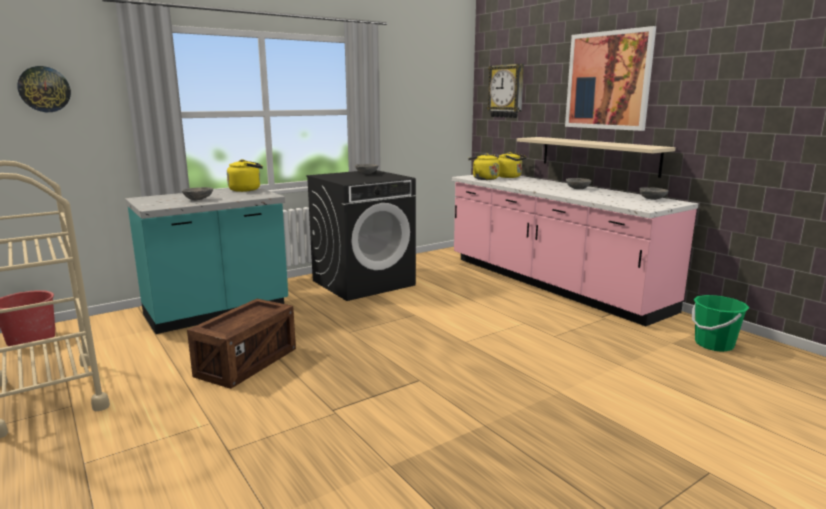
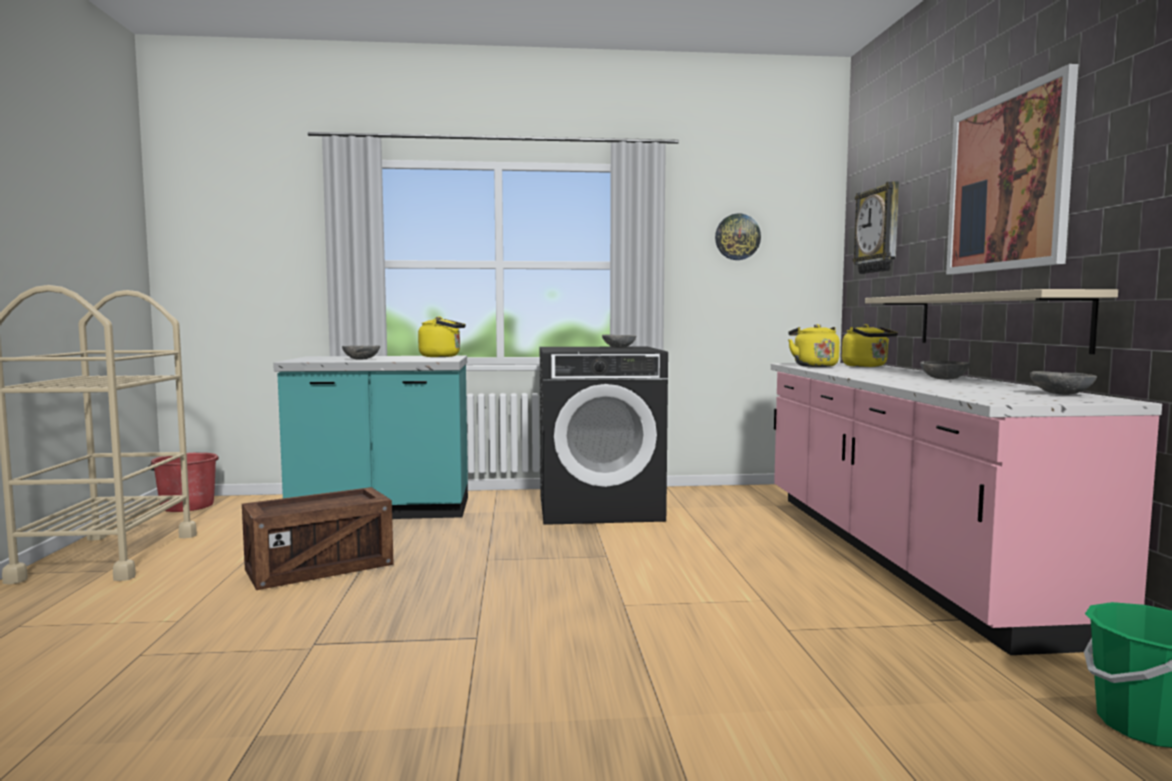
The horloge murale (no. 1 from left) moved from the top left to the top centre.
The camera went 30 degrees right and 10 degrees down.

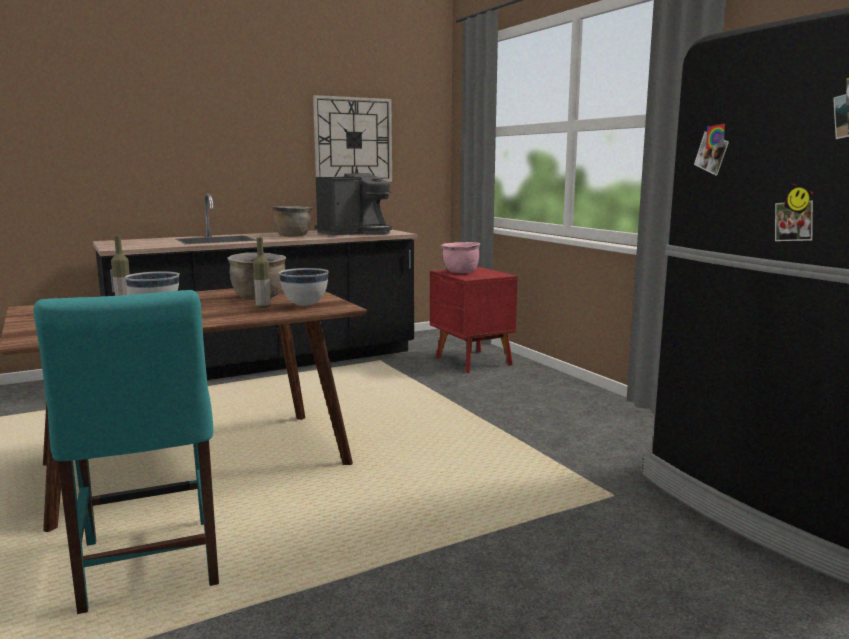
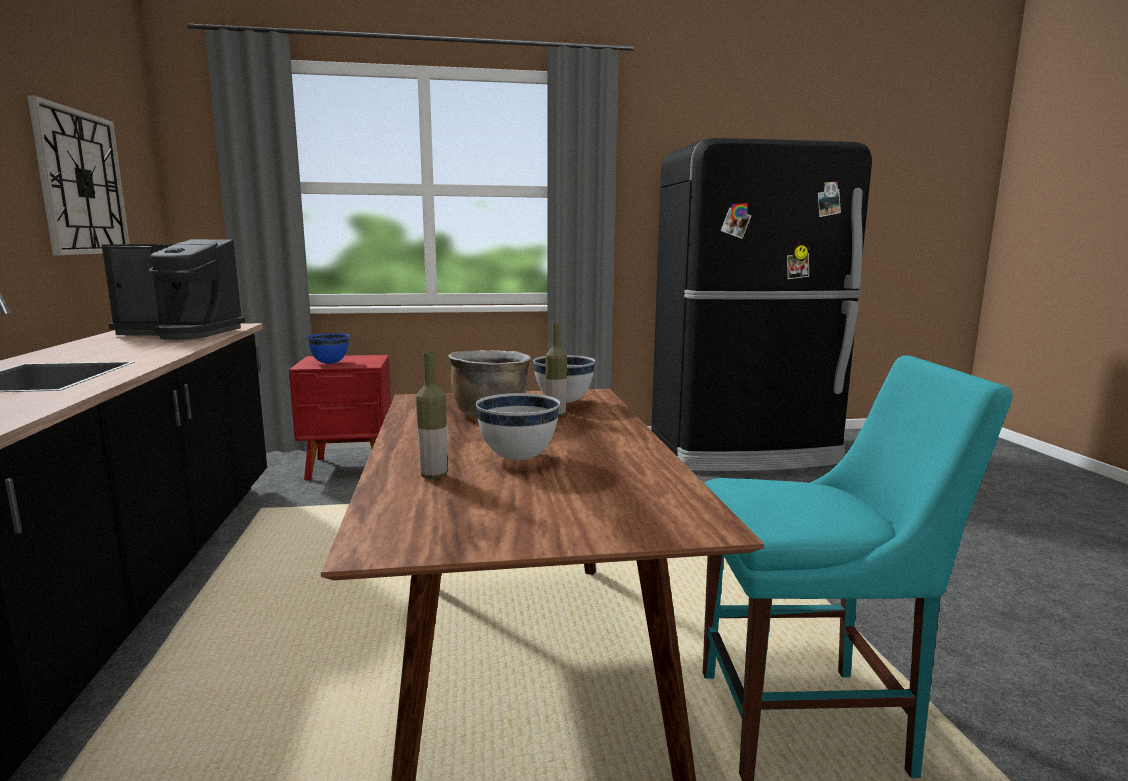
The machine à café at the top centre turned 105 degrees clockwise.
The marmite (rose) at the centre was replaced by the bol (bleu) at the middle left.
The marmite (marron) (no. 2 from left) at the centre disappeared.
The camera went 70 degrees left and 0 degrees up.

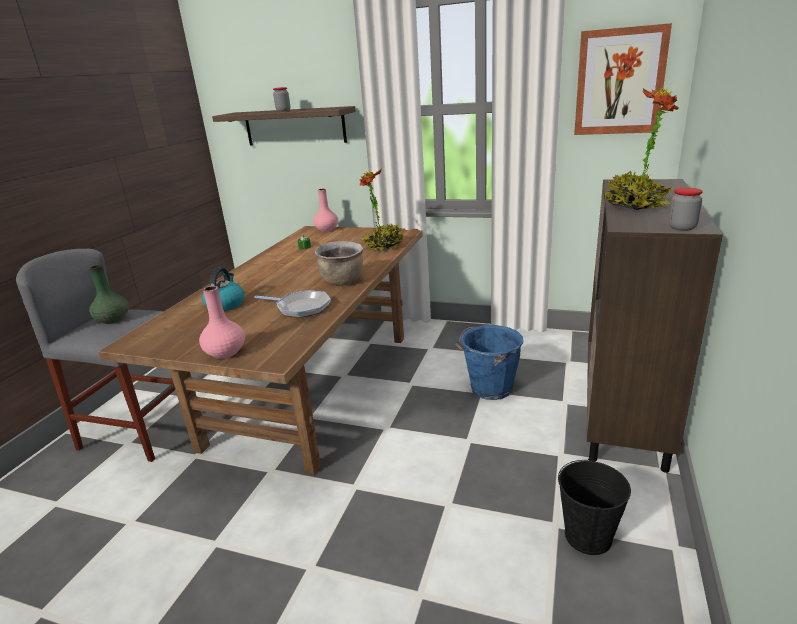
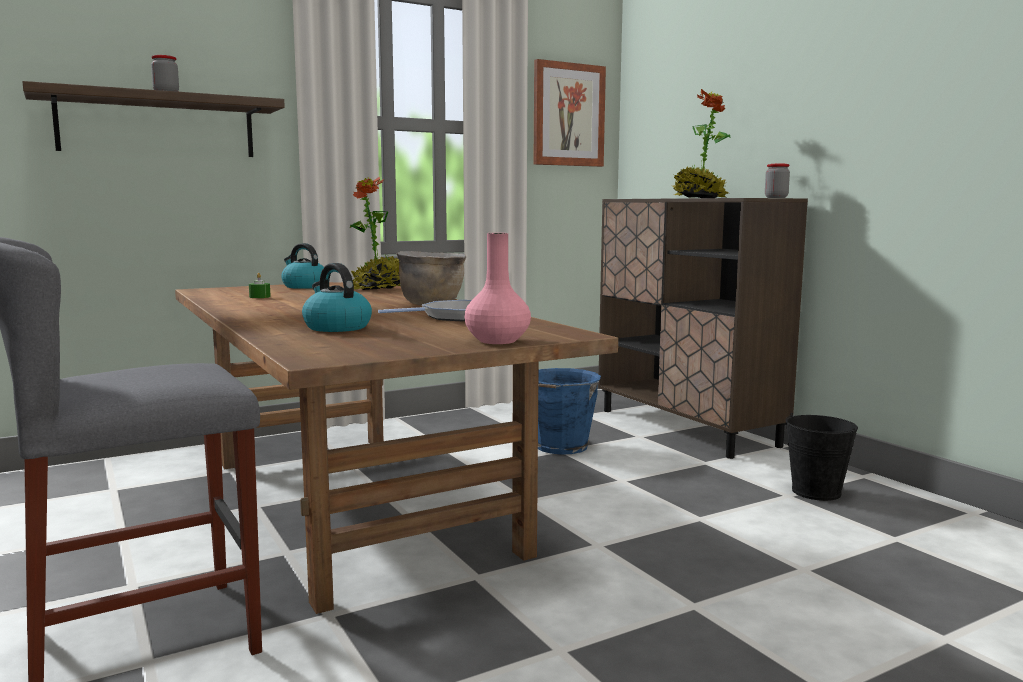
The bouilloire (no. 1 from left) at the middle left appeared.
The vase (vert) at the middle left disappeared.
The vase (rose) (no. 2 from left) at the centre disappeared.
The camera went 50 degrees left and 15 degrees down.

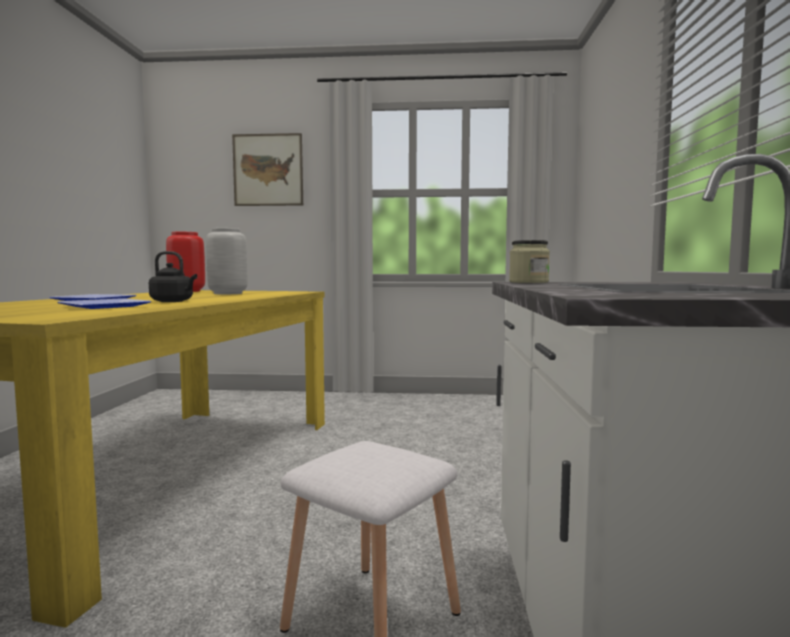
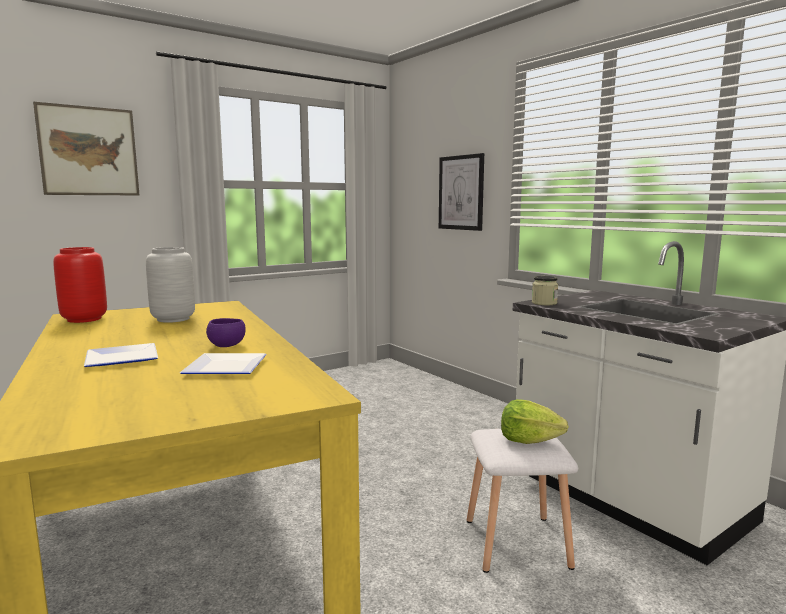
The bouilloire (noir) at the middle left was replaced by the bol (violet) at the middle left.
The tableau (no. 2 from left) at the top centre appeared.
The laitue at the bottom right appeared.
The camera went 40 degrees left and 5 degrees up.

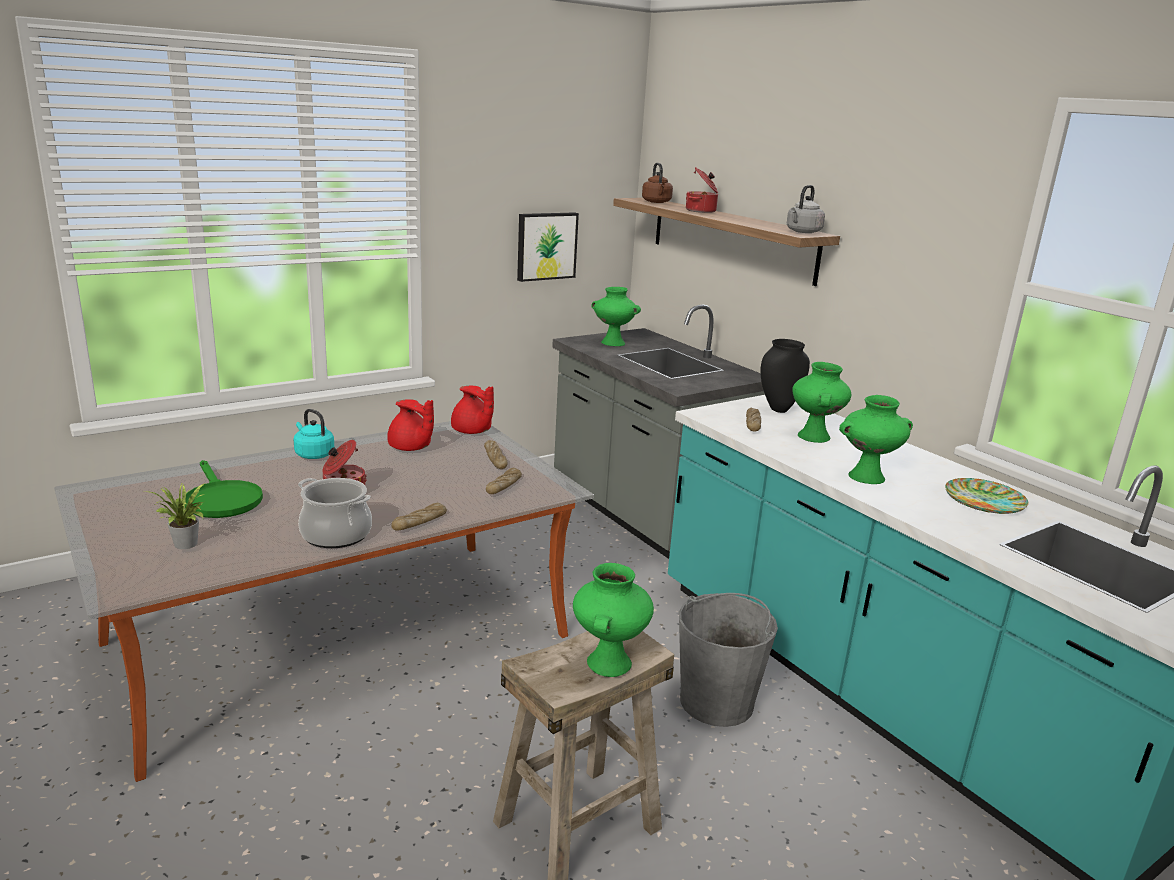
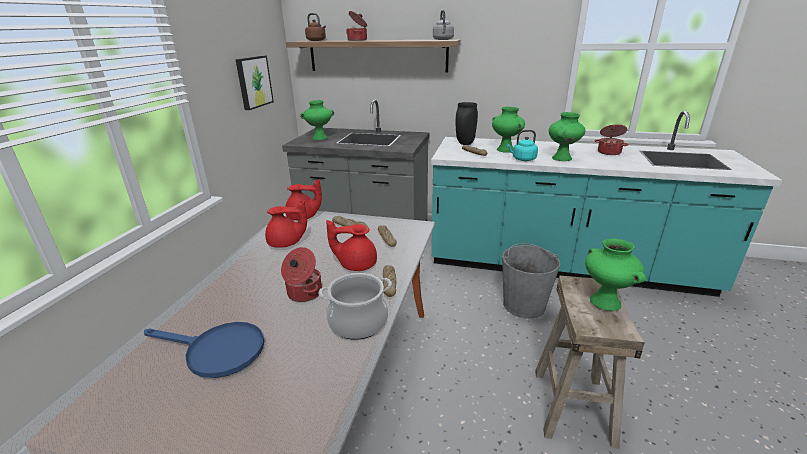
The poêle (vert) at the middle left became the poêle (bleu) at the bottom left.
The théière (rouge) (no. 3 from left) at the centre appeared.
The bouilloire (turquoise) moved from the middle left to the top centre.
The assiette at the middle right was replaced by the marmite (no. 4 from left) at the top right.
The plante en pot at the middle left disappeared.
The camera went 40 degrees left and 5 degrees up.

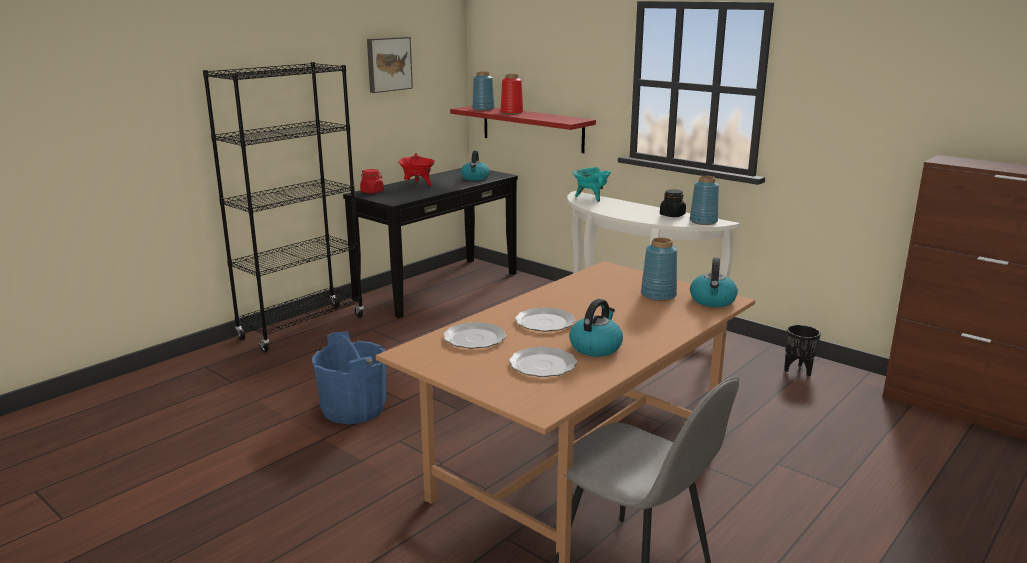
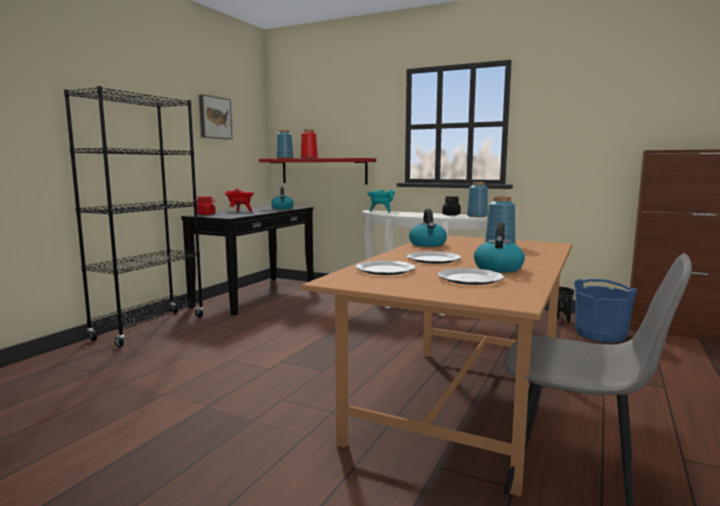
The bouilloire (no. 3 from left in the first image) moved from the middle right to the centre.
The seau (bleu) moved from the bottom centre to the middle right.
The camera went 15 degrees left and 10 degrees down.

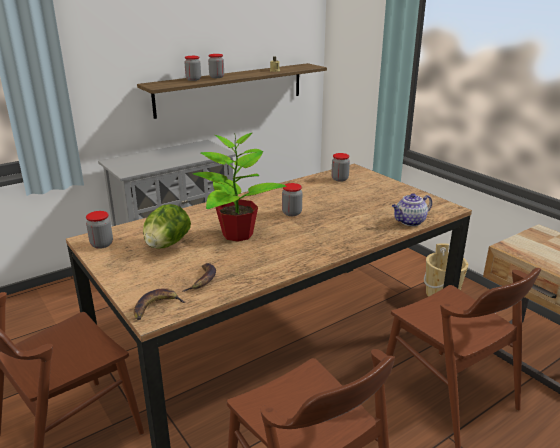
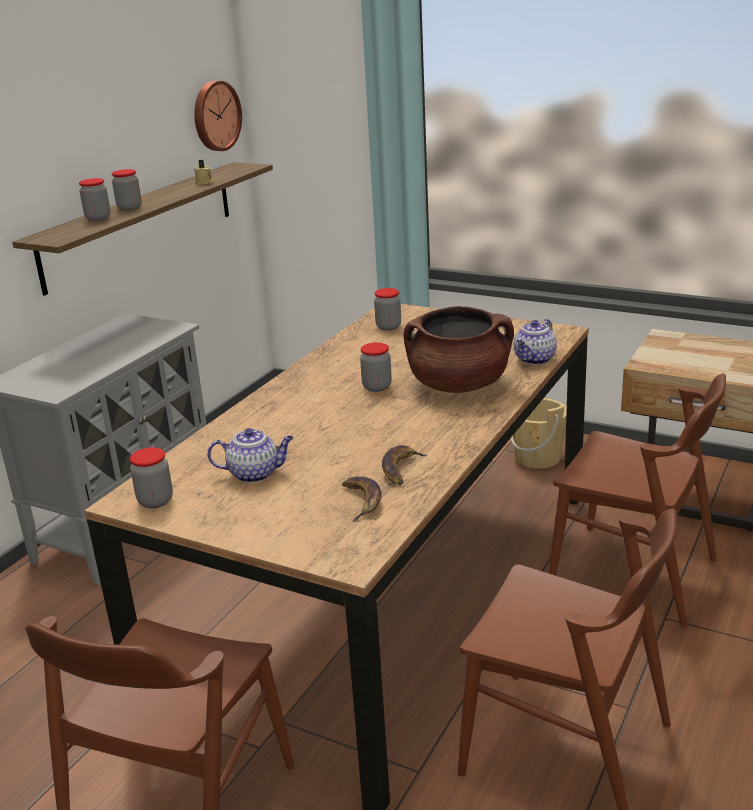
The horloge murale at the top left appeared.
The laitue at the middle left was replaced by the théière (no. 1 from left) at the middle left.
The banane (no. 1 from left in the first image) moved from the bottom left to the centre.
The marmite (marron) at the centre appeared.
The plante en pot at the centre disappeared.
The camera went 25 degrees left and 0 degrees up.

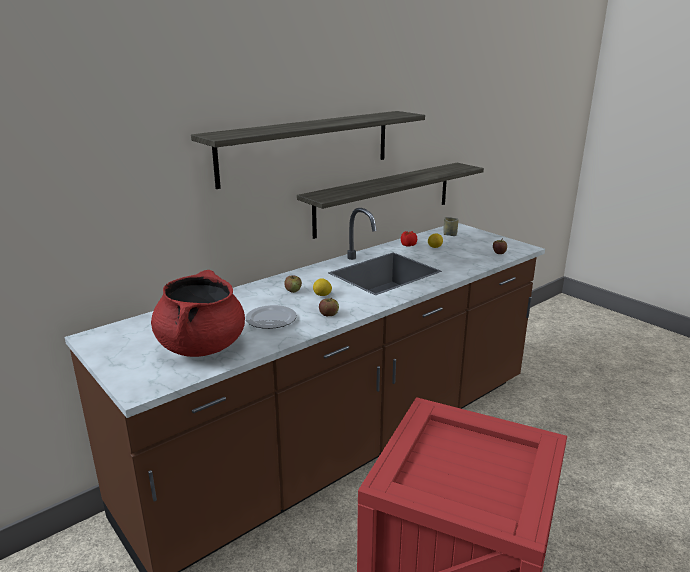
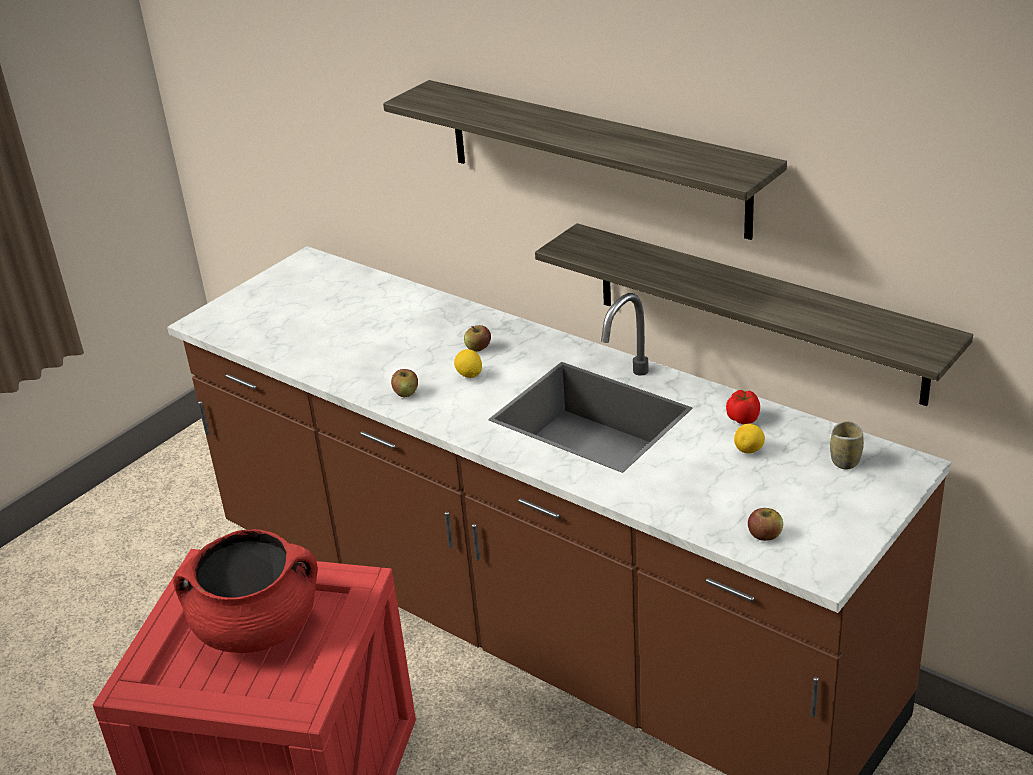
The marmite (rouge) moved from the middle left to the bottom left.
The assiette at the centre disappeared.
The camera went 80 degrees right and 10 degrees up.

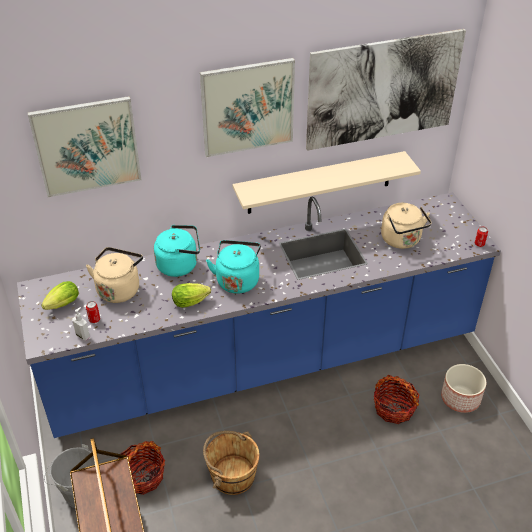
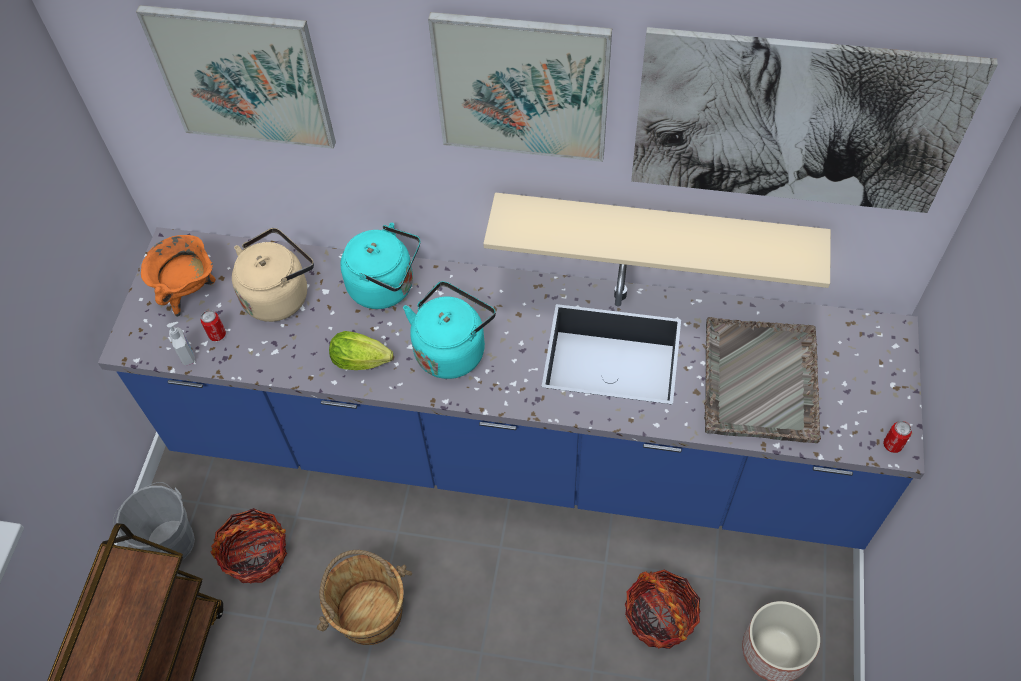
The laitue (no. 1 from left) at the middle left was replaced by the marmite (orange) at the middle left.
The bouilloire (beige) (no. 2 from left) at the middle right was replaced by the plateau (gris) at the middle right.
The camera went 30 degrees right and 15 degrees up.

